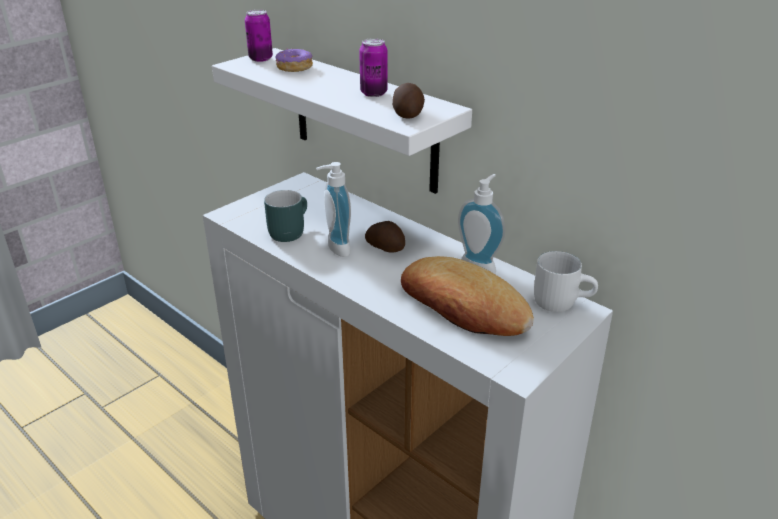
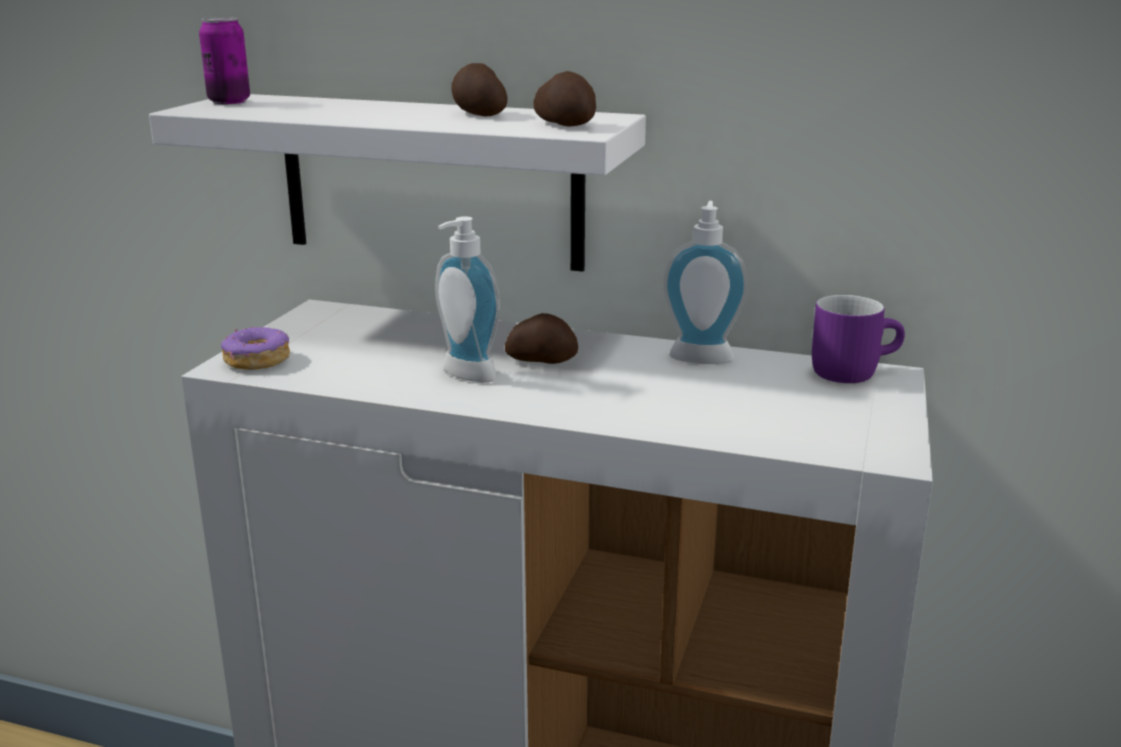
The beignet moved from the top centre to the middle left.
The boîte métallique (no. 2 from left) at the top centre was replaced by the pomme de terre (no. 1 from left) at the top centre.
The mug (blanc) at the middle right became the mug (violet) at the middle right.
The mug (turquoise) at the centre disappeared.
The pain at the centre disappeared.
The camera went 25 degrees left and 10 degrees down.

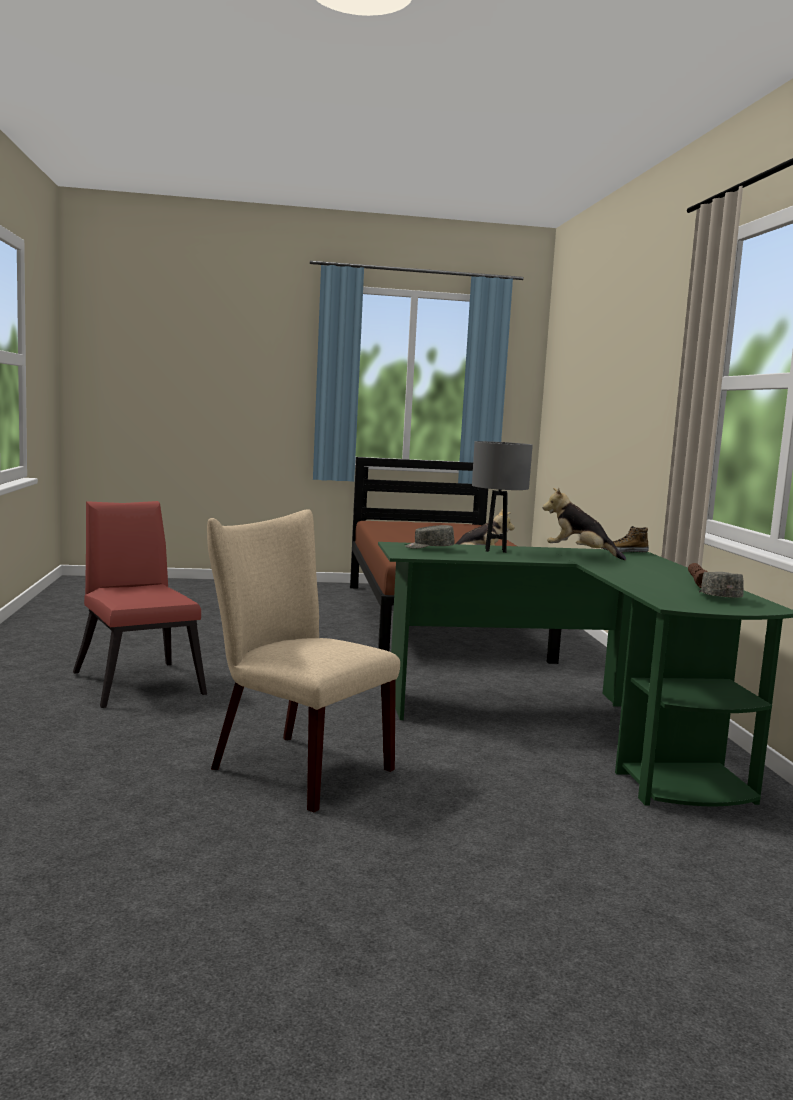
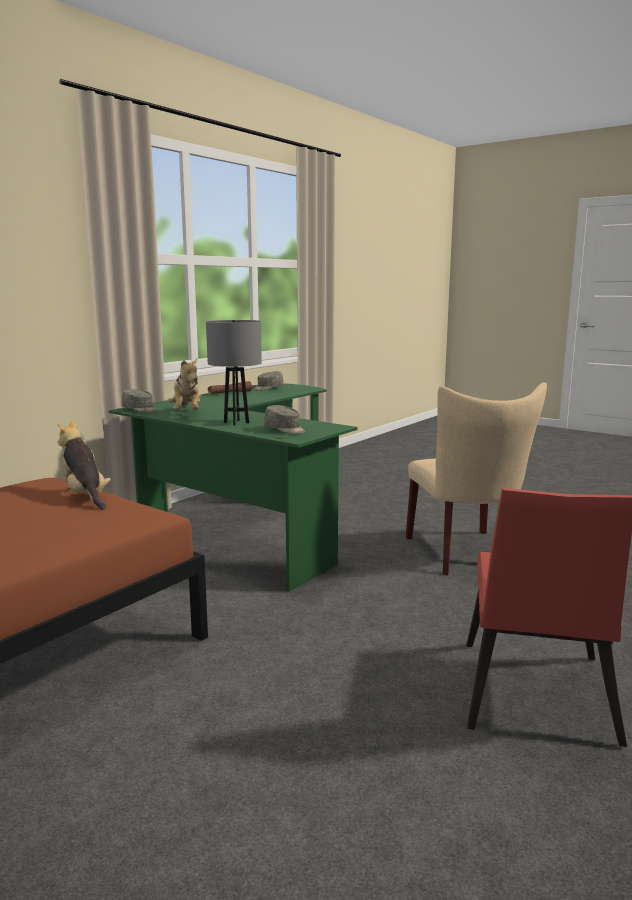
The chaussure at the middle right was replaced by the casquette (gris) (no. 1 from left) at the middle left.
The camera went 135 degrees left and 5 degrees up.

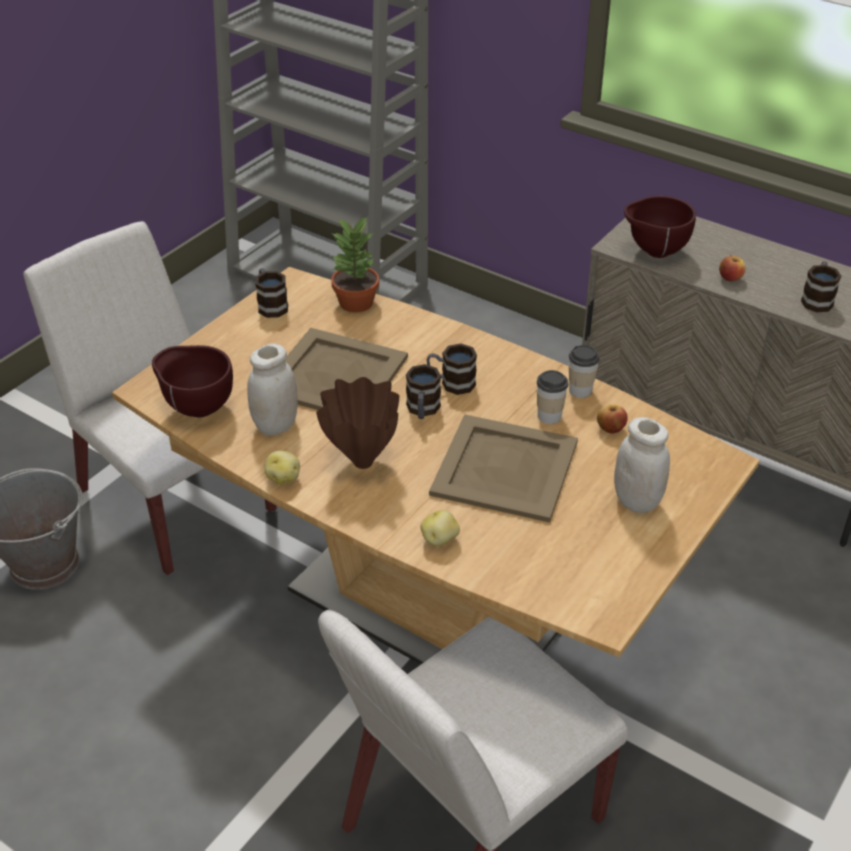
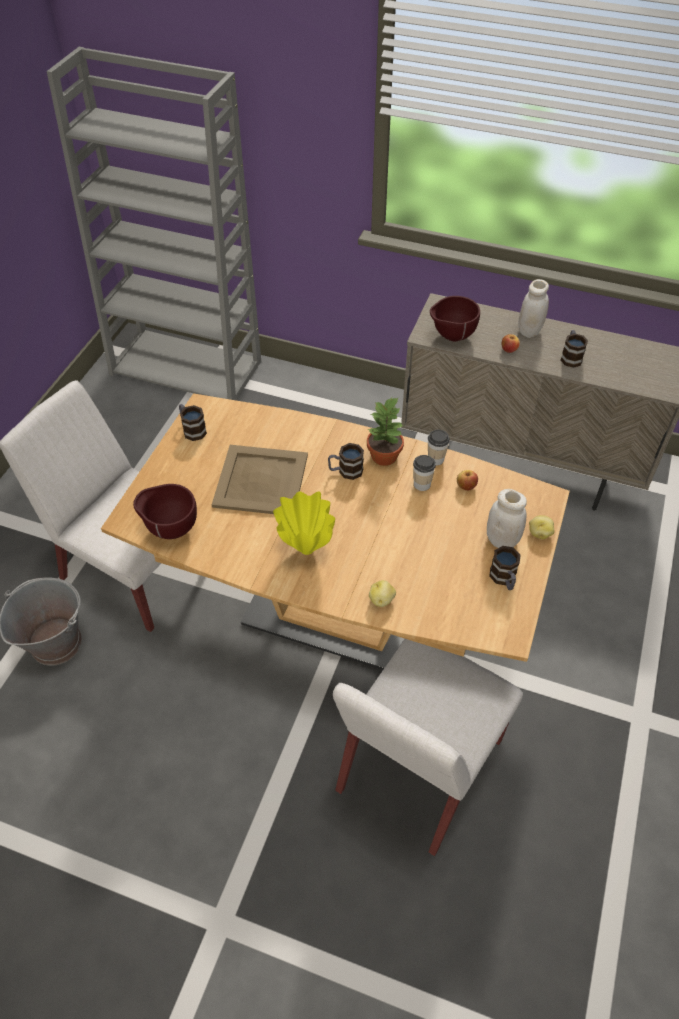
The vase (marron) at the centre became the vase (jaune) at the centre.
The plante en pot moved from the top centre to the centre.
The mug (no. 2 from left in the first image) moved from the centre to the middle right.
The bocal (blanc) (no. 1 from left in the first image) moved from the middle left to the top right.
The pomme de terre (no. 1 from left in the first image) moved from the middle left to the middle right.
The plateau (beige) (no. 2 from left) at the centre disappeared.
The camera went 15 degrees left and 10 degrees up.

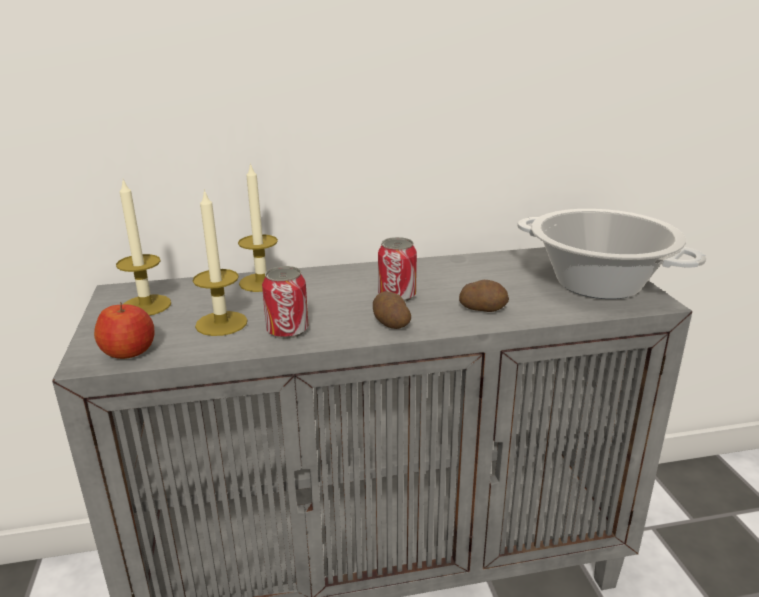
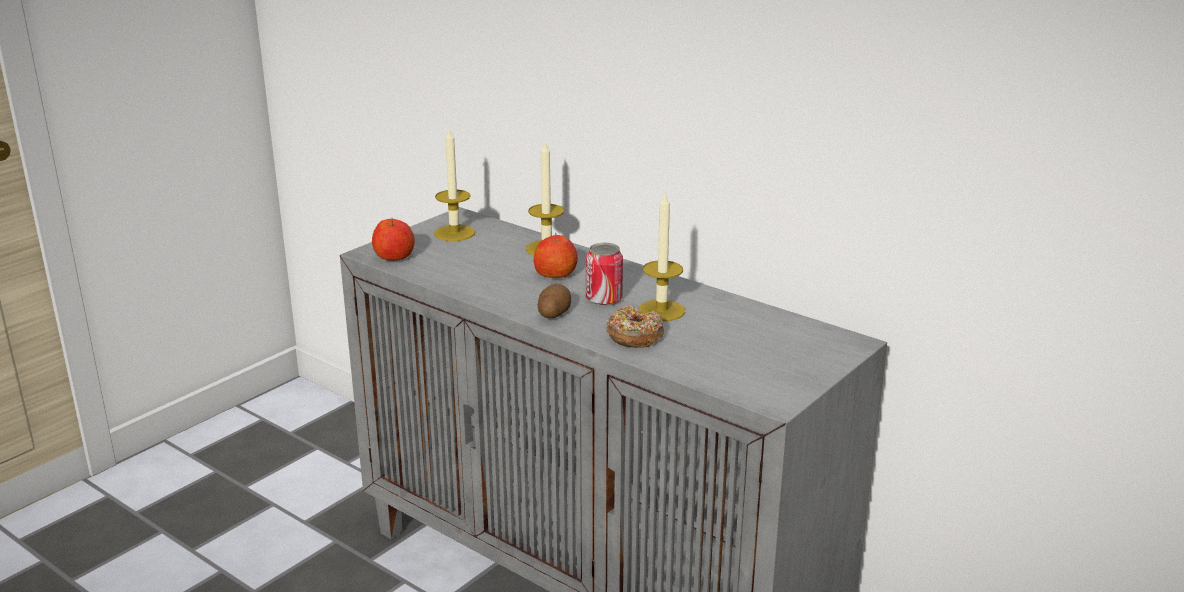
The pomme (no. 2 from left) at the centre appeared.
The pomme de terre (no. 2 from left) at the centre was replaced by the beignet at the centre.
The bougie (no. 2 from left in the first image) moved from the middle left to the centre.
The boîte métallique (no. 1 from left) at the centre disappeared.
The marmite at the middle right disappeared.
The camera went 50 degrees right and 0 degrees up.

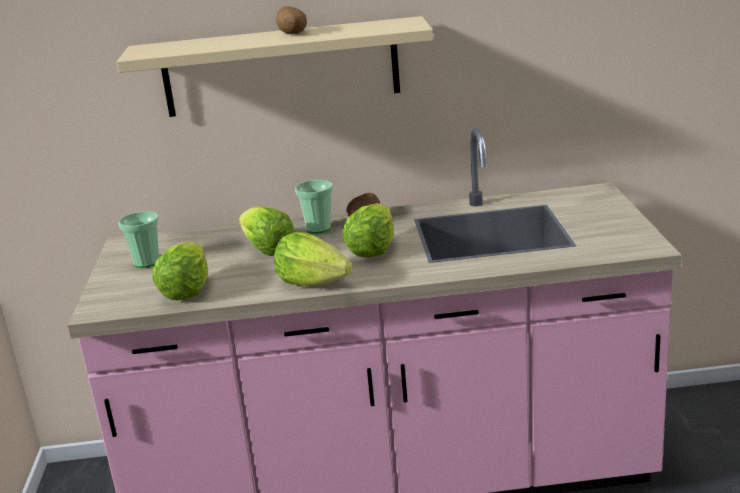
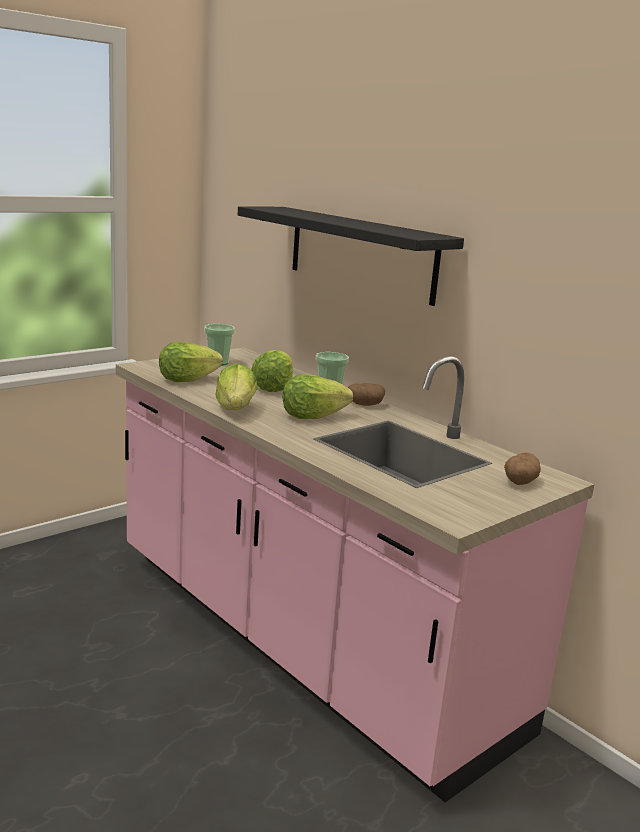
The étagère (beige) at the top centre became the étagère (noir) at the top centre.
The pomme de terre (no. 1 from left in the first image) moved from the top centre to the middle right.
The camera went 50 degrees right and 5 degrees down.

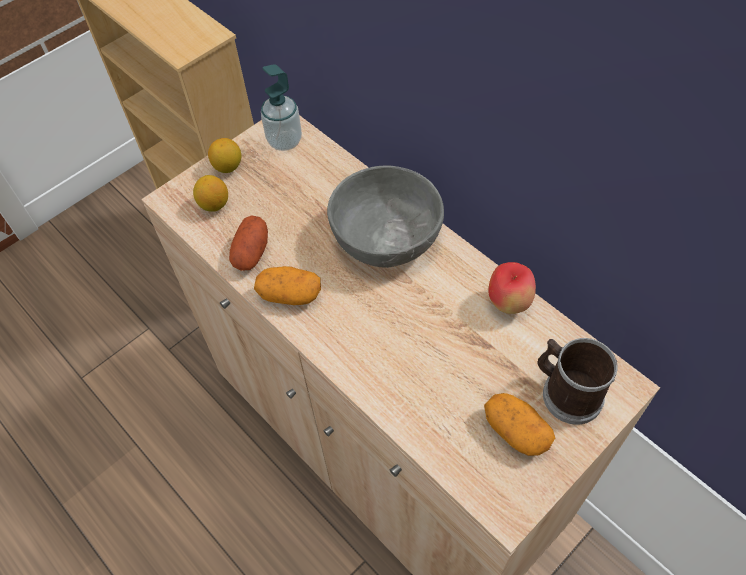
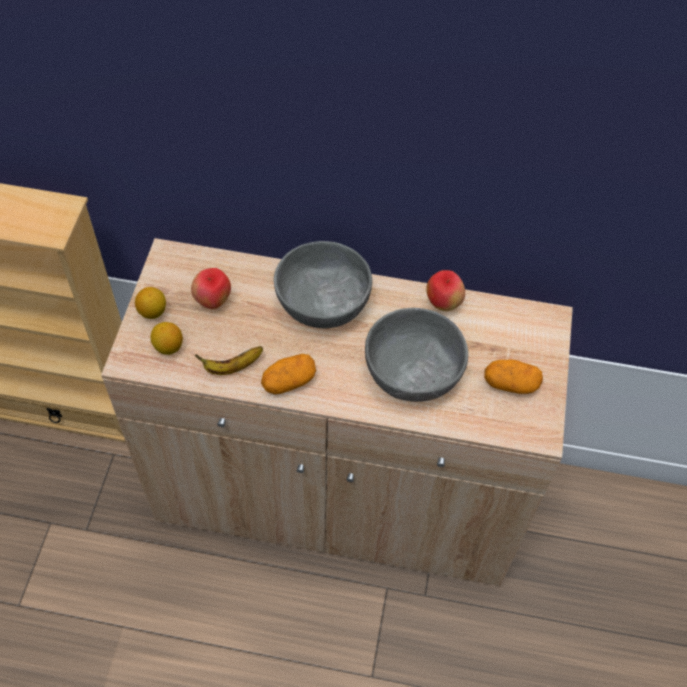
The pomme (no. 1 from left) at the middle left appeared.
The pomme de terre (no. 1 from left) at the middle left was replaced by the banane at the centre.
The bol (gris) (no. 2 from left) at the centre appeared.
The distributeur de savon at the top centre disappeared.
The mug at the middle right disappeared.
The camera went 40 degrees left and 0 degrees up.

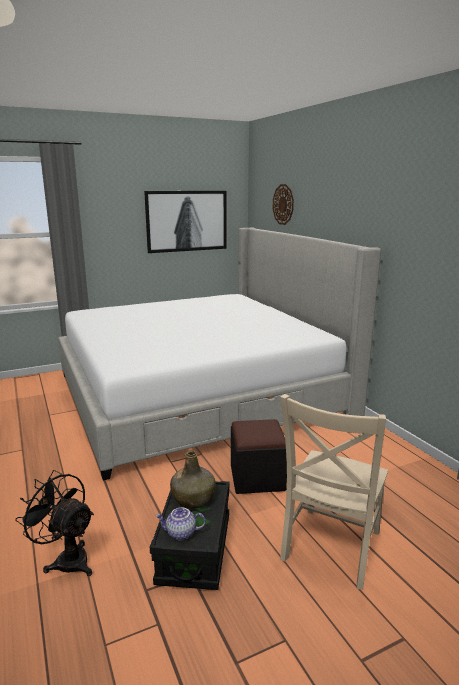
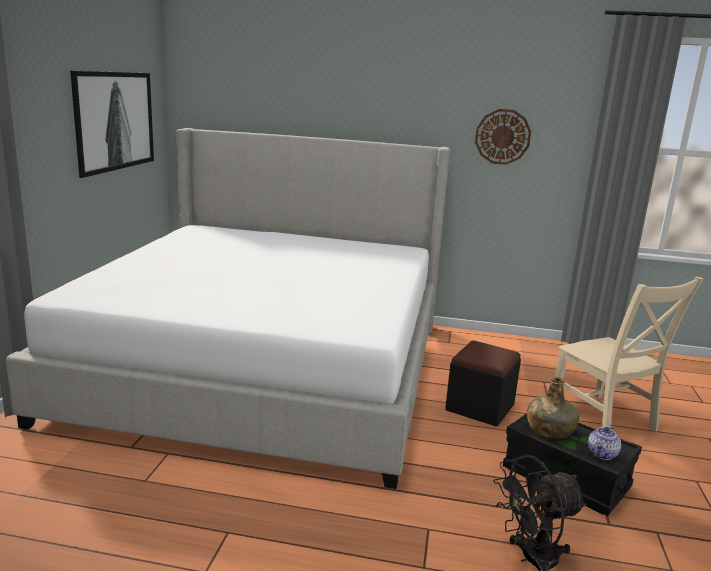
The horloge murale moved from the top centre to the top right.
The camera went 55 degrees left and 0 degrees up.

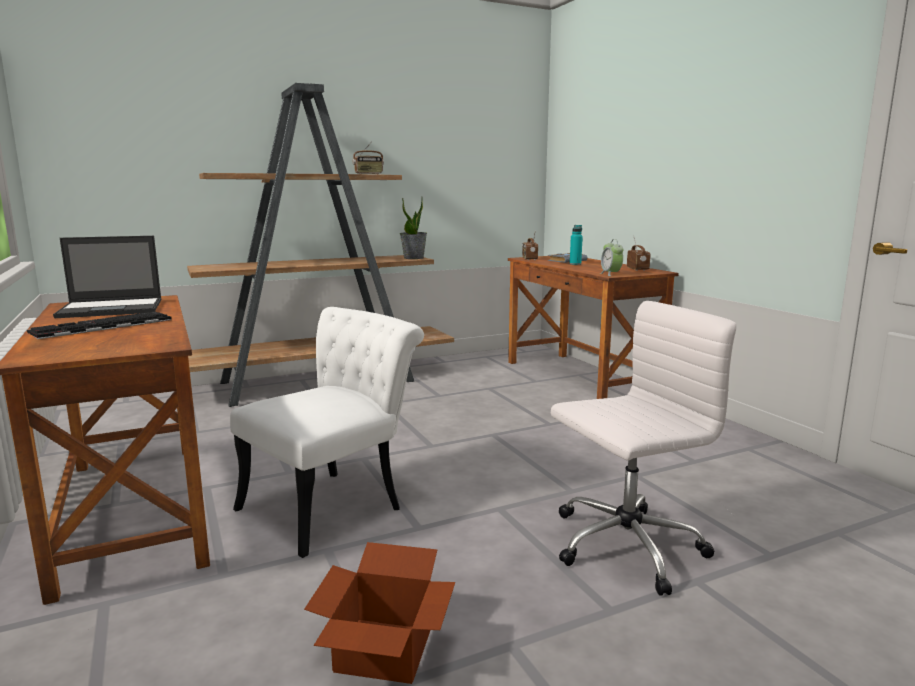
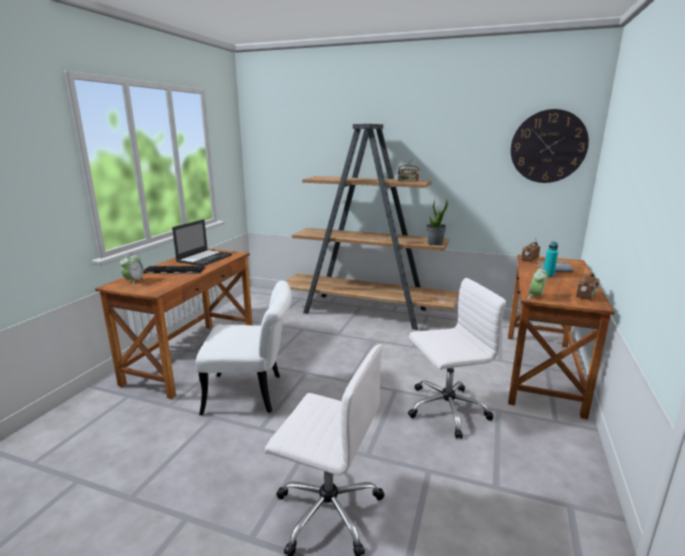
The réveil (no. 1 from left) at the middle left appeared.
The ordinateur portable at the middle left turned 90 degrees counterclockwise.
The chaise de bureau (blanc) (no. 2 from left) at the middle right appeared.
The horloge murale at the top right appeared.
The carton at the bottom centre disappeared.
The camera went 45 degrees right and 5 degrees up.

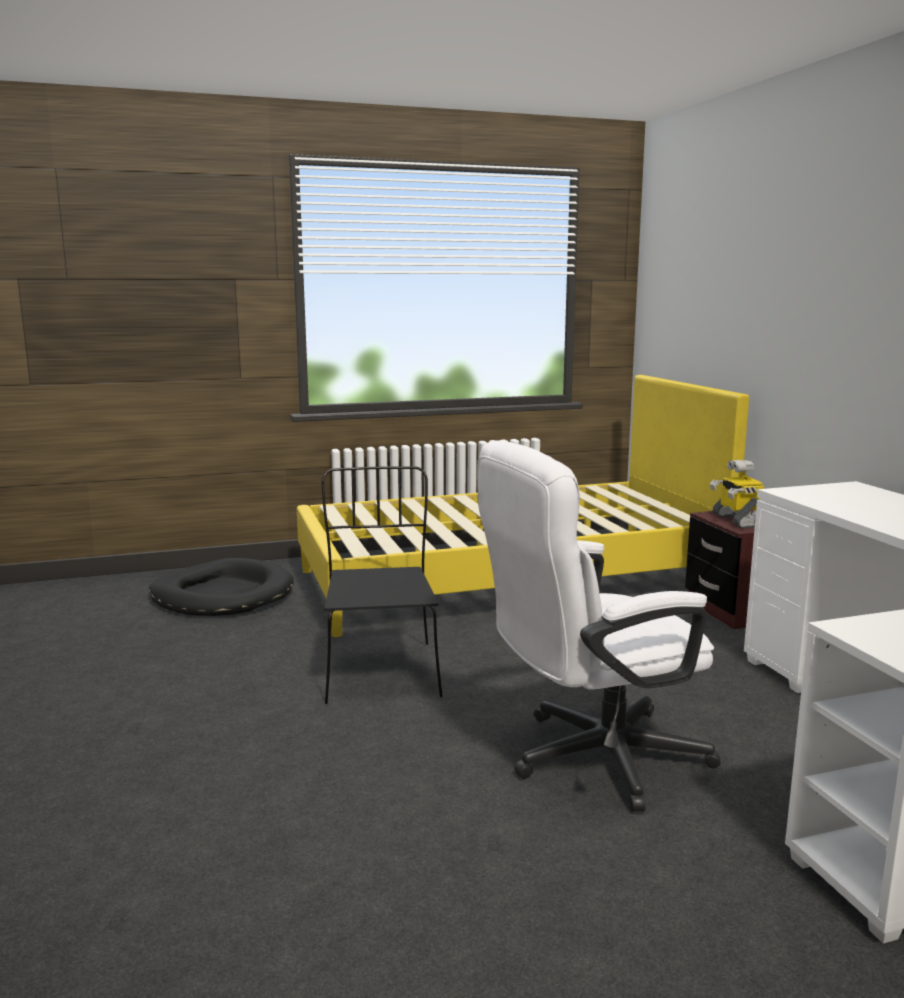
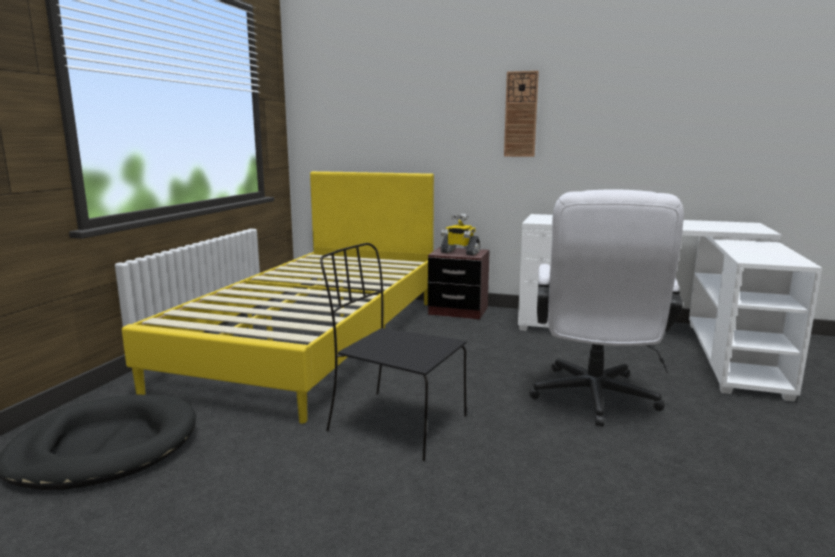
The horloge murale at the top centre appeared.
The camera went 55 degrees left and 0 degrees up.

